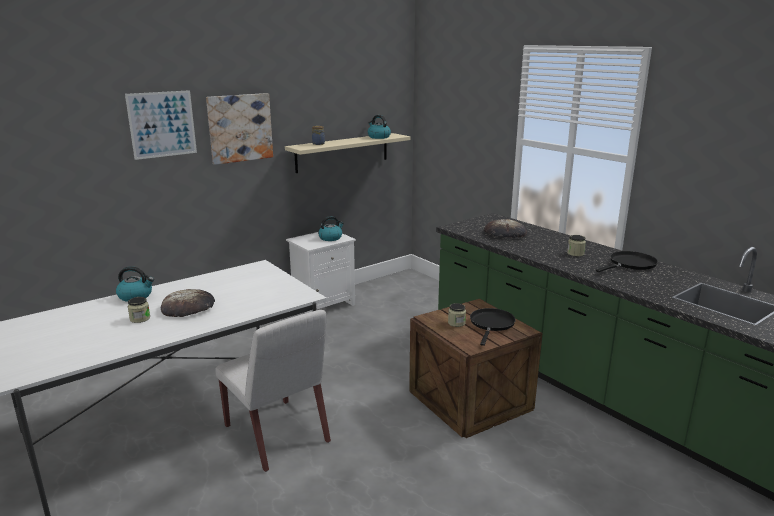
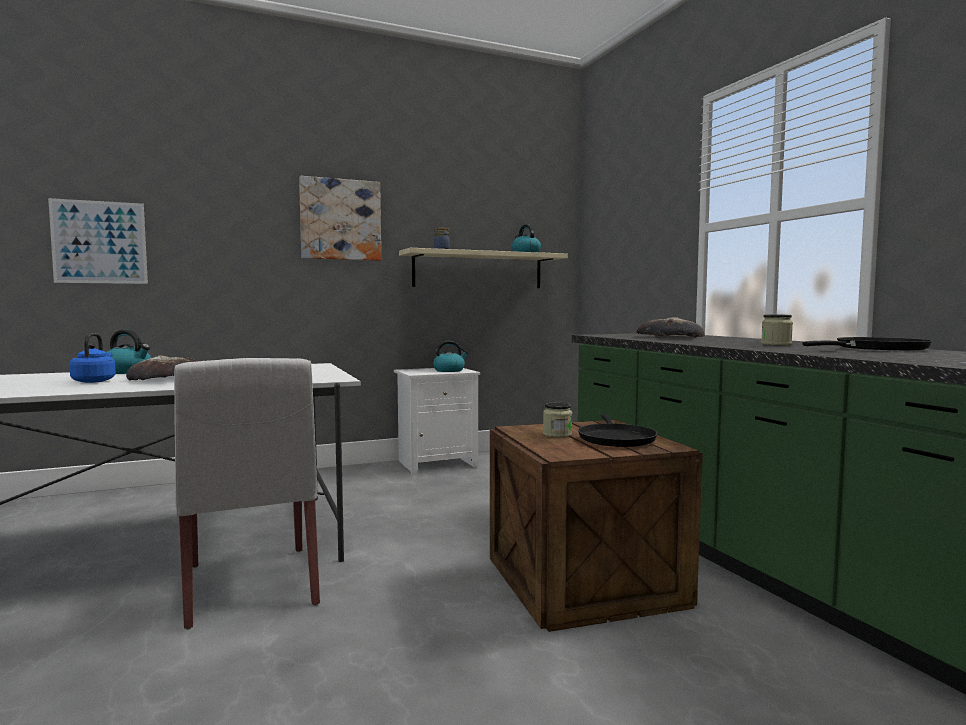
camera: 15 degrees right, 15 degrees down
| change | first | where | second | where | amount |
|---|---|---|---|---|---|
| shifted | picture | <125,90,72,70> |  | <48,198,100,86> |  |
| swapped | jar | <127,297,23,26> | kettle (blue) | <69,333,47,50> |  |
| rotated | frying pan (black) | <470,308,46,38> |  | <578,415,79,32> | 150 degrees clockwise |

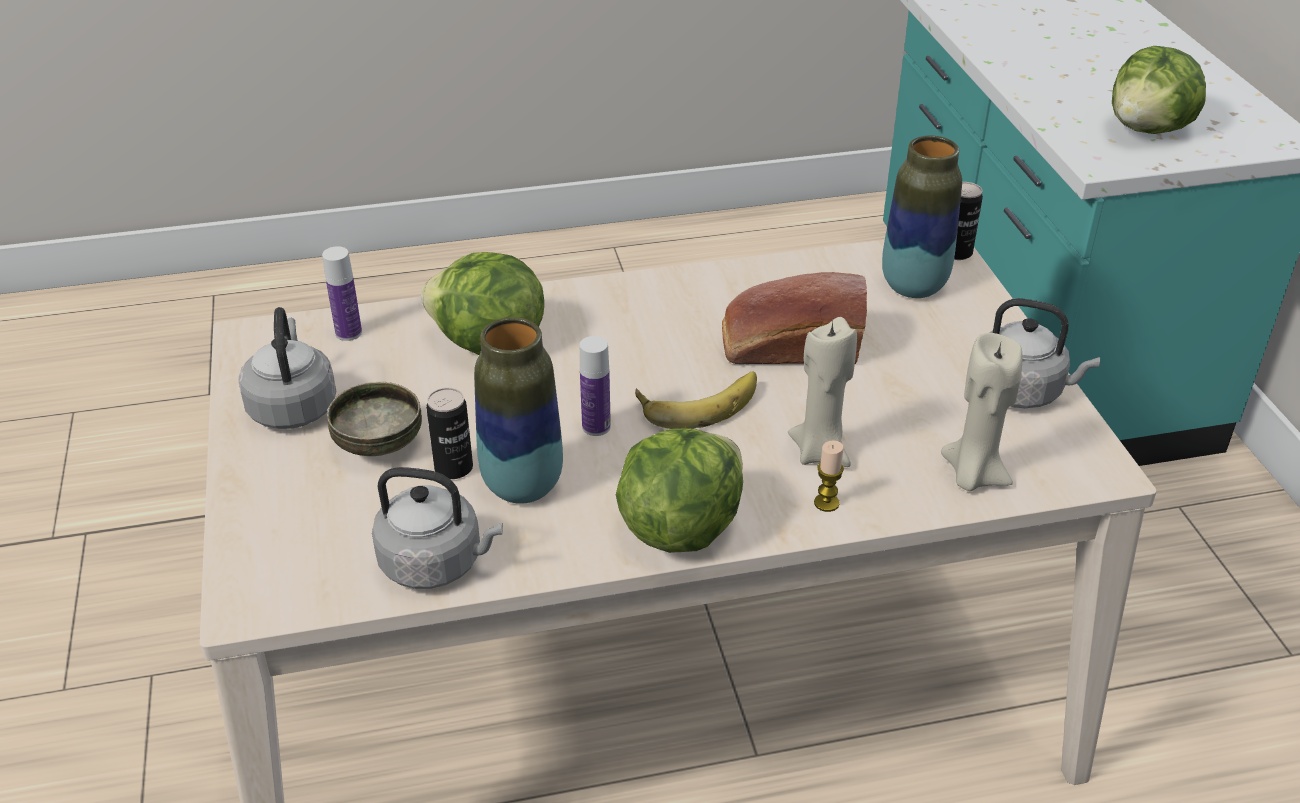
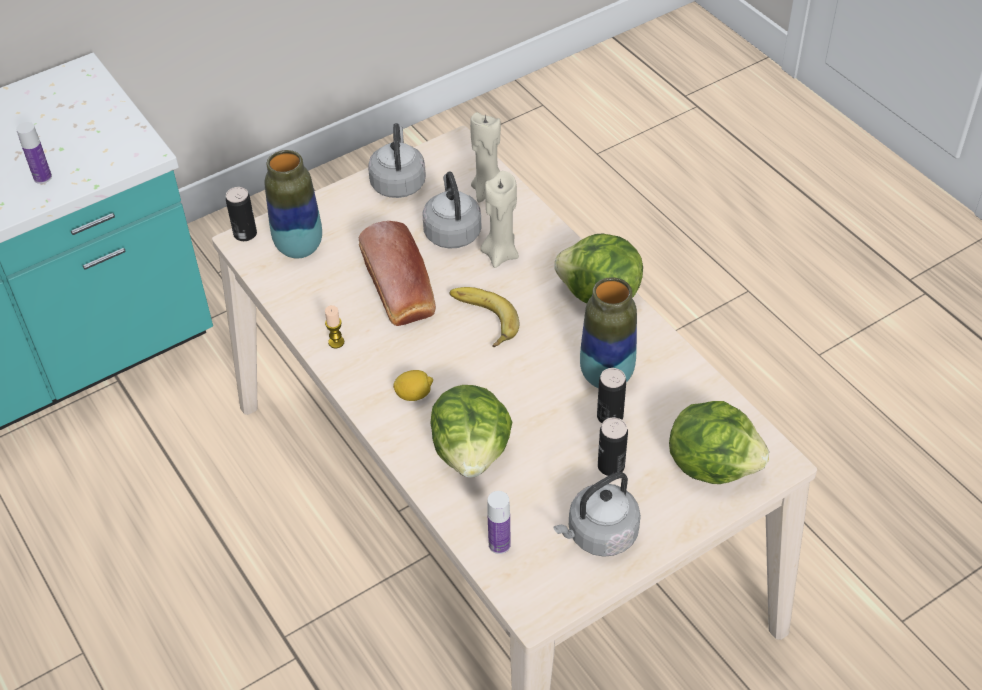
camera: 110 degrees left, 10 degrees up
| change | first | where | second | where | amount |
|---|---|---|---|---|---|
| shifted | lettuce | <1112,46,94,88> |  | <669,401,100,83> |  |
| shifted | bottle | <580,336,31,100> |  | <16,122,36,62> |  |
| swapped | bowl | <327,382,95,74> | can | <598,418,30,58> |  |
| shifted | candle | <814,440,30,72> |  | <325,305,19,43> |  |
| shifted | kettle (grey) | <372,467,131,122> |  | <422,172,60,77> |  |
| new |  |  | lemon | <393,370,40,31> |  |

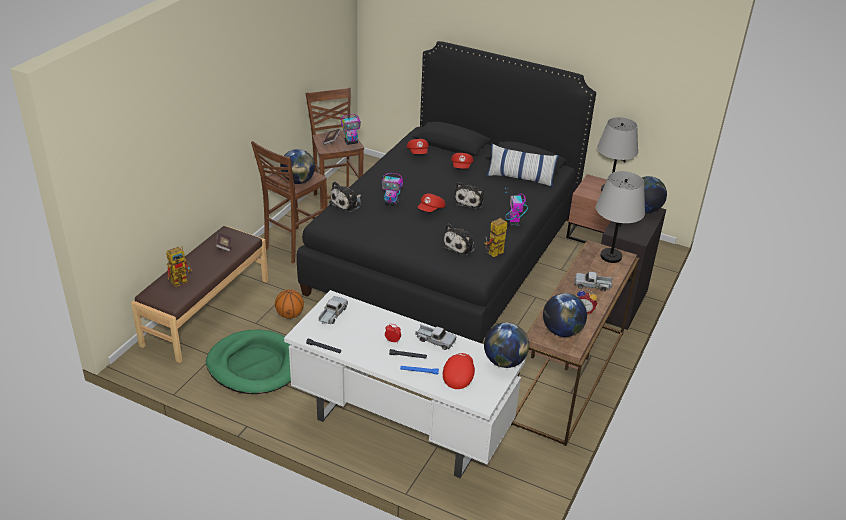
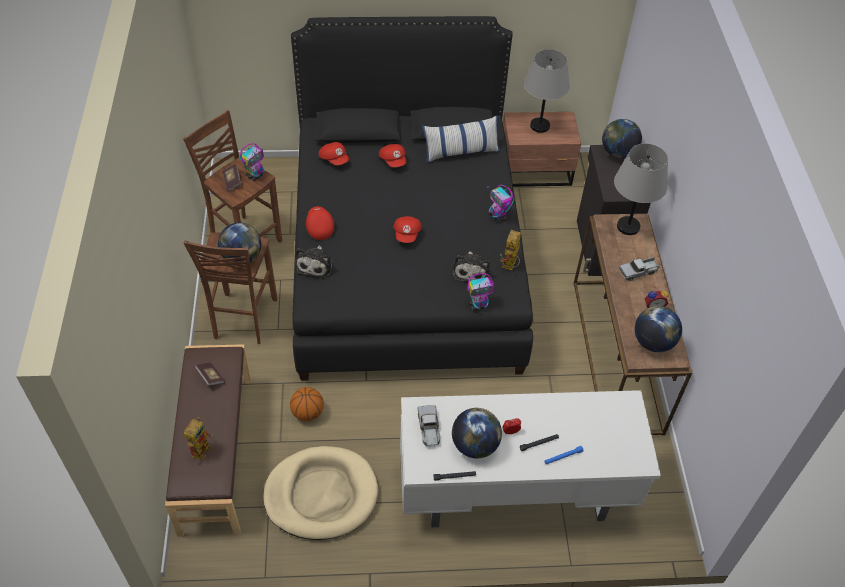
camera: 30 degrees left, 15 degrees up
| change | first | where | second | where | amount |
|---|---|---|---|---|---|
| shifted | toy robot | <381,173,22,33> |  | <467,273,27,38> |  |
| gone | plush toy | <454,182,30,27> |  |  |  |
| shifted | globe | <484,322,45,46> |  | <452,408,50,50> |  |
| gone | toy truck | <415,324,41,26> |  |  |  |
| repainted | dog bed (green) | <206,329,85,65> | dog bed (beige) | <263,446,115,94> |  |
| shifted | cap (red) | <443,353,32,36> |  | <306,206,28,34> |  |

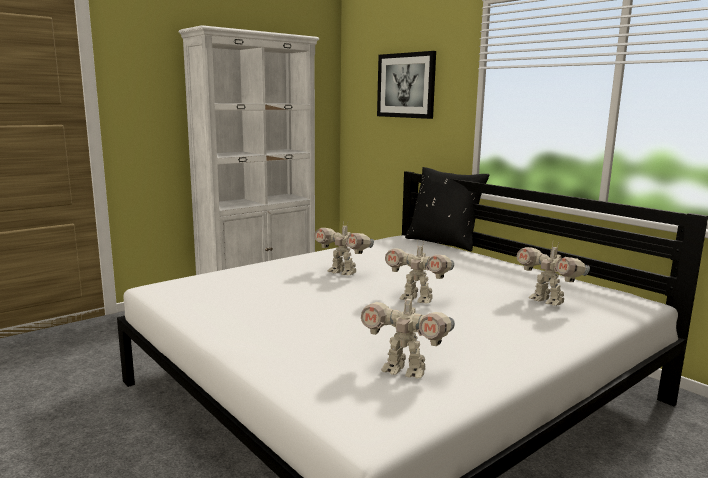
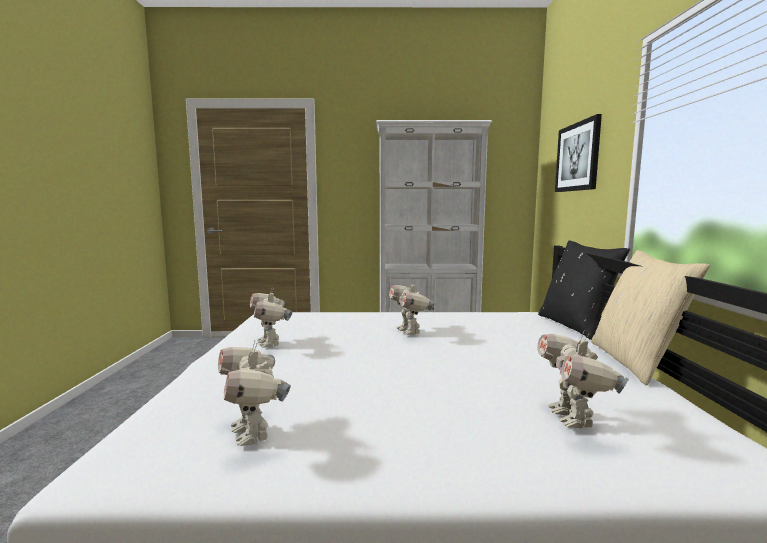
camera: 40 degrees right, 5 degrees down
| change | first | where | second | where | amount |
|---|---|---|---|---|---|
| shifted | toy robot | <385,242,69,62> |  | <250,289,42,58> |  |
| new |  |  | pillow (beige) | <591,250,119,135> |  |

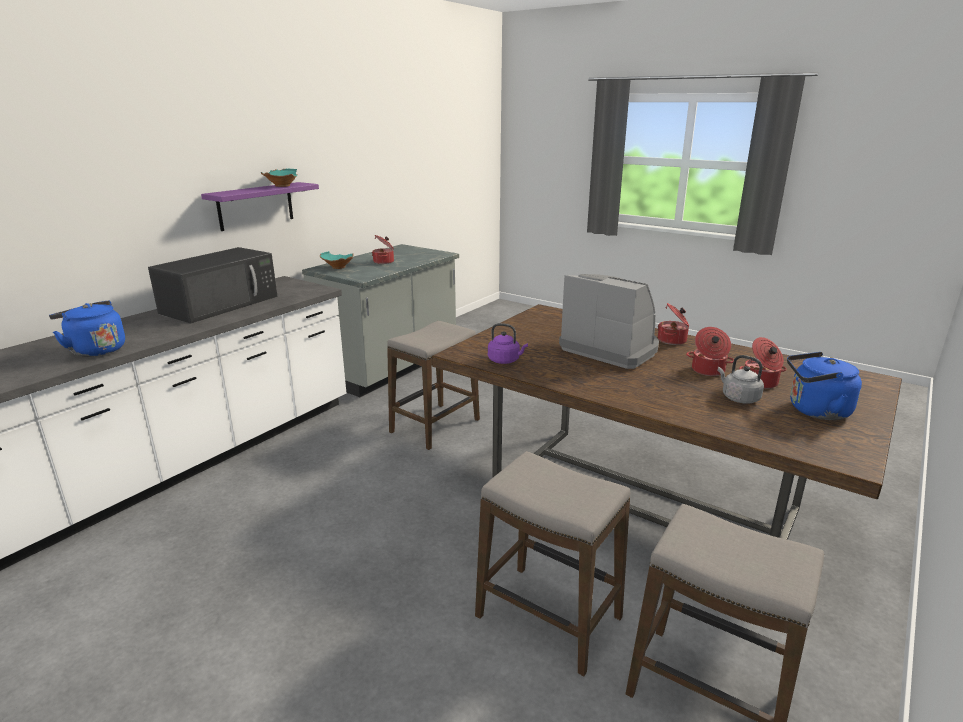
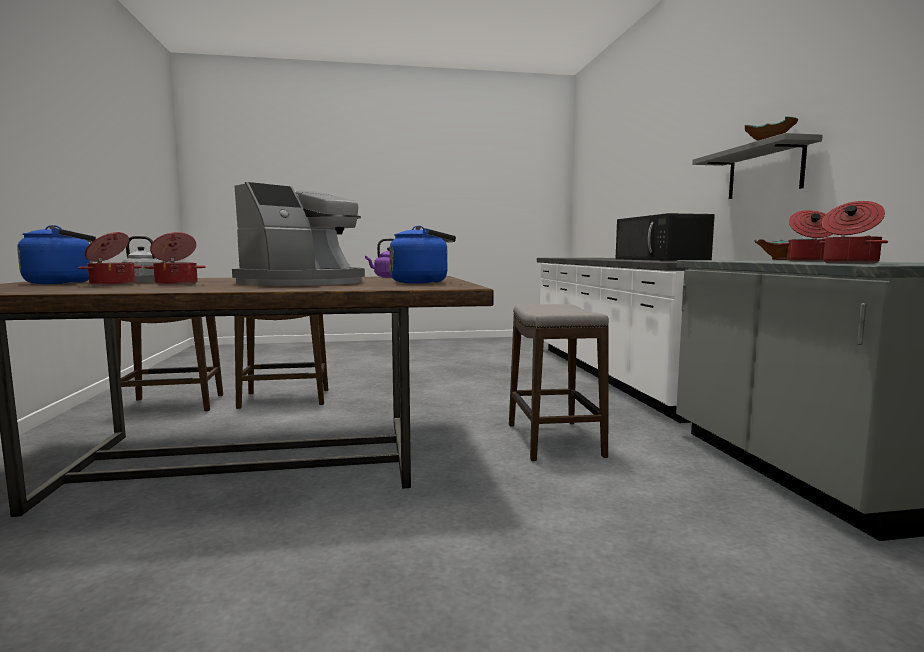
camera: 135 degrees right, 15 degrees down
| change | first | where | second | where | amount |
|---|---|---|---|---|---|
| repainted | shelf (purple) | <201,182,118,49> | shelf (grey) | <692,133,131,66> |  |
| rotated | coffee machine | <559,274,100,95> |  | <232,182,133,104> | 45 degrees counterclockwise |
| shifted | kettle (blue) | <49,301,76,56> |  | <389,226,67,58> |  |
| shifted | cooking pot | <657,303,32,42> |  | <820,201,68,63> |  |

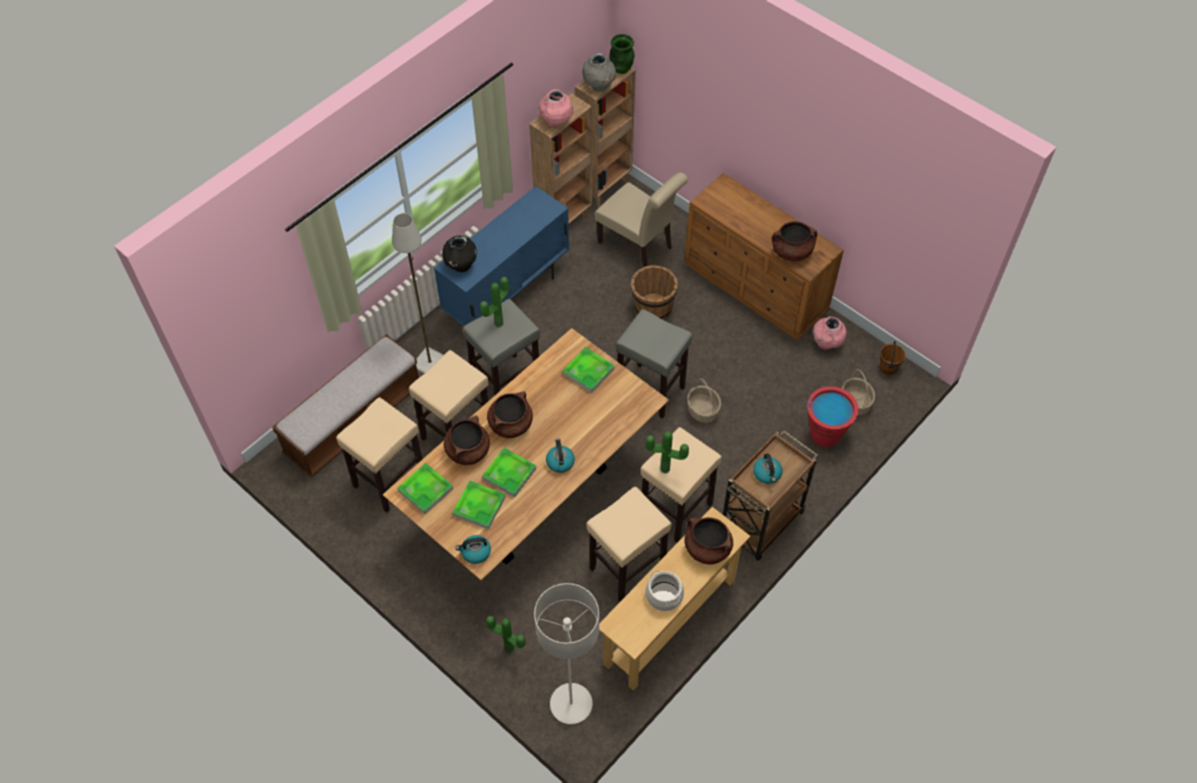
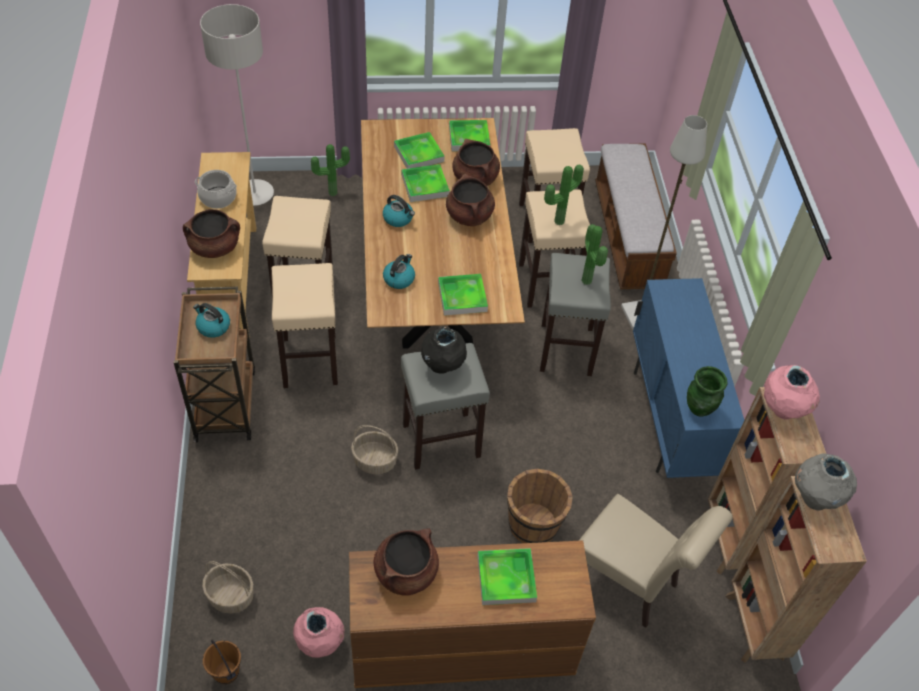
camera: 130 degrees right, 5 degrees down
| change | first | where | second | where | amount |
|---|---|---|---|---|---|
| shifted | vase (green) | <609,34,25,40> |  | <687,366,40,51> |  |
| rotated | chair (beige) | <594,172,94,95> |  | <579,494,154,134> | 135 degrees counterclockwise |
| shifted | vase (black) | <442,236,35,36> |  | <421,327,46,47> |  |
| gone | bucket (red) | <807,386,52,61> |  |  |  |
| shifted | potted plant | <645,431,44,43> |  | <544,164,40,61> |  |
| shifted | kettle | <455,535,36,29> |  | <383,254,32,35> |  |
| new |  |  | tray | <477,548,60,57> |  |

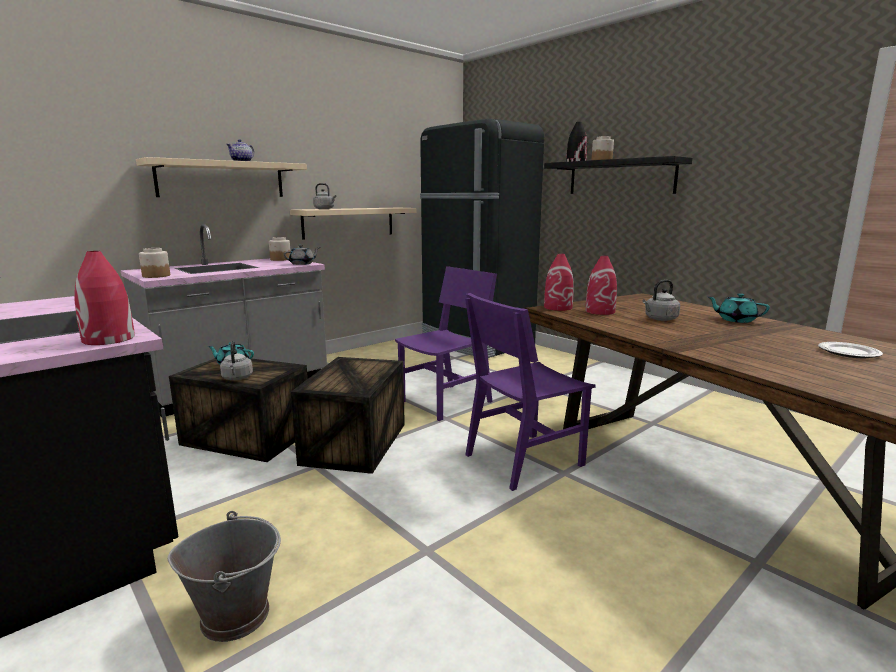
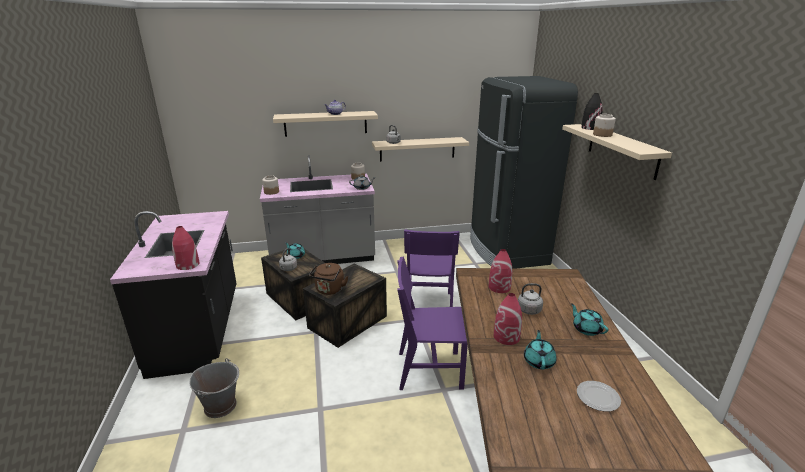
camera: 30 degrees right, 10 degrees up
| change | first | where | second | where | amount |
|---|---|---|---|---|---|
| repainted | shelf (black) | <544,156,148,38> | shelf (beige) | <562,124,110,56> |  |
| shifted | vase (red) | <544,254,30,57> |  | <494,293,28,52> |  |
| rotated | chair (purple) | <395,266,102,155> |  | <404,230,56,77> | 105 degrees clockwise |
| new |  |  | kettle (brown) | <309,263,39,32> |  |
| new |  |  | teapot (turquoise) | <524,330,33,40> |  |

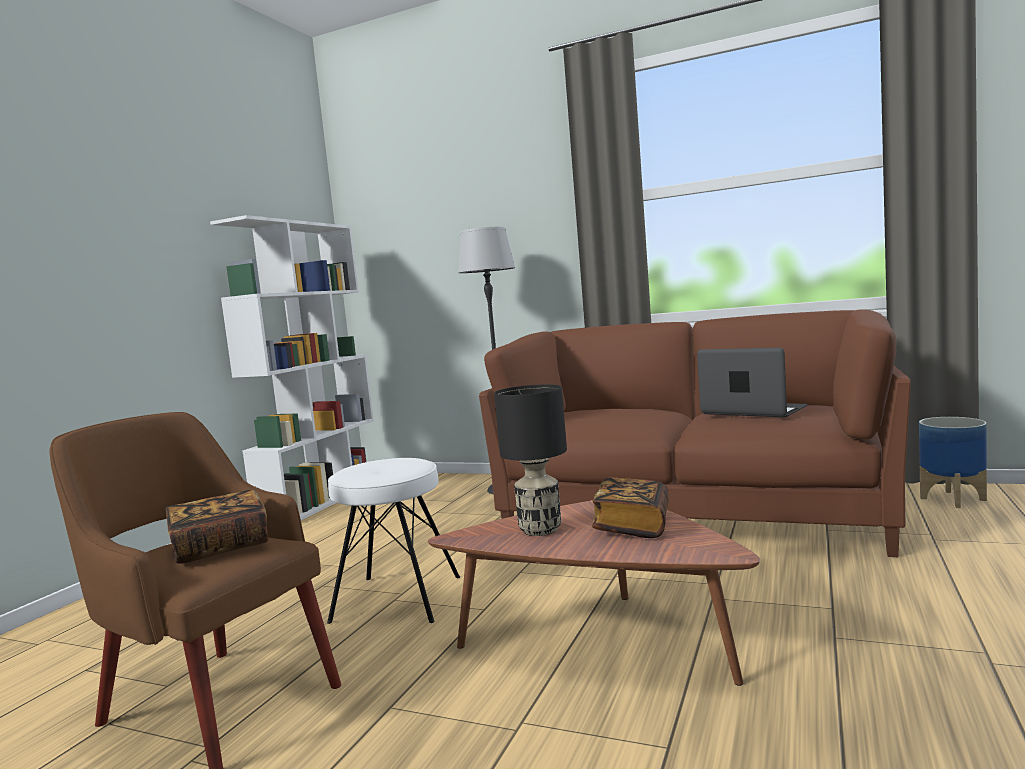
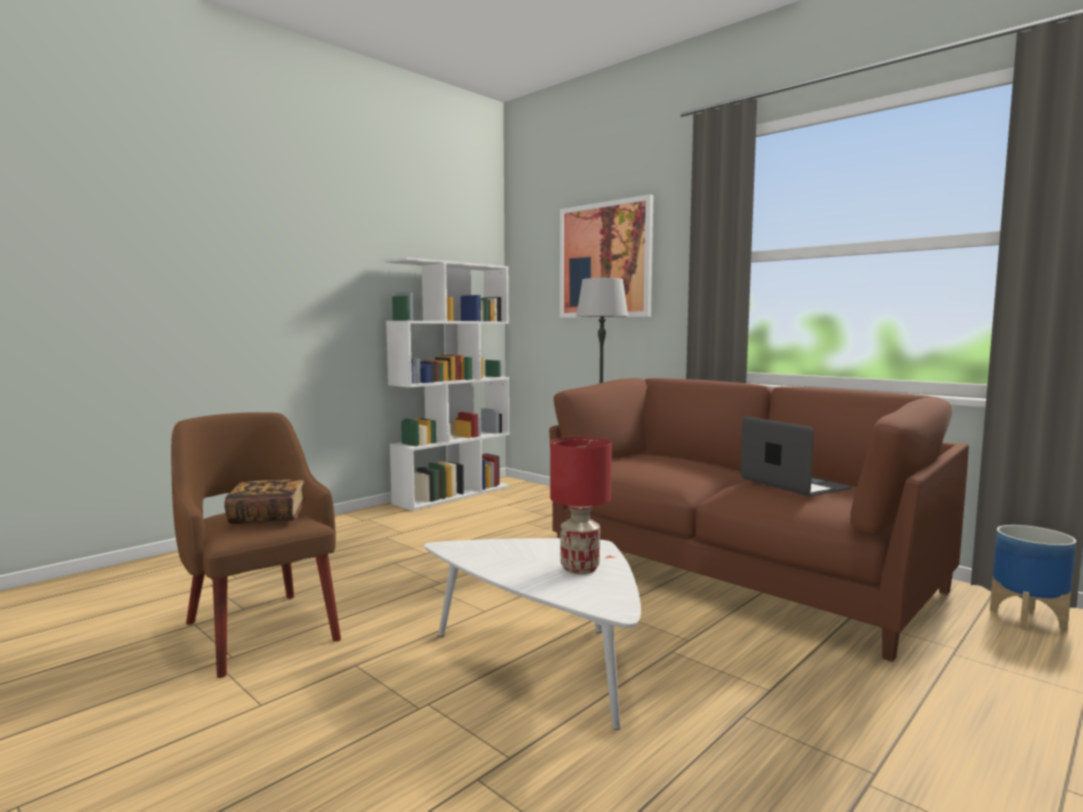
camera: 20 degrees right, 0 degrees up
| change | first | where | second | where | amount |
|---|---|---|---|---|---|
| gone | table lamp (black) | <494,384,73,152> |  |  |  |
| gone | stool (white) | <327,458,133,166> |  |  |  |
| swapped | book | <592,478,77,60> | table lamp (red) | <550,437,62,137> |  |
| repainted | coffee table (brown) | <428,500,332,186> | coffee table (white) | <424,538,217,192> |  |
| new |  |  | picture | <560,194,93,124> |  |

